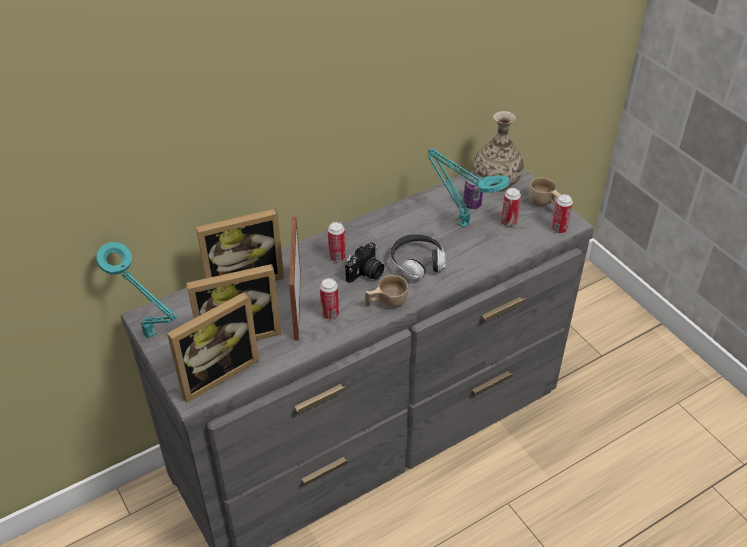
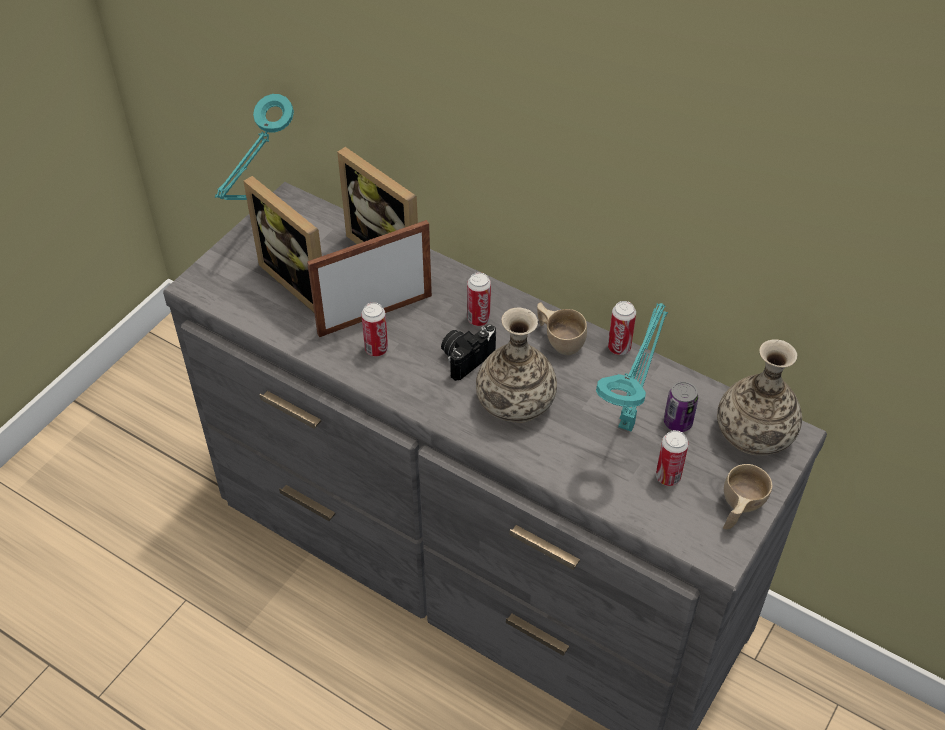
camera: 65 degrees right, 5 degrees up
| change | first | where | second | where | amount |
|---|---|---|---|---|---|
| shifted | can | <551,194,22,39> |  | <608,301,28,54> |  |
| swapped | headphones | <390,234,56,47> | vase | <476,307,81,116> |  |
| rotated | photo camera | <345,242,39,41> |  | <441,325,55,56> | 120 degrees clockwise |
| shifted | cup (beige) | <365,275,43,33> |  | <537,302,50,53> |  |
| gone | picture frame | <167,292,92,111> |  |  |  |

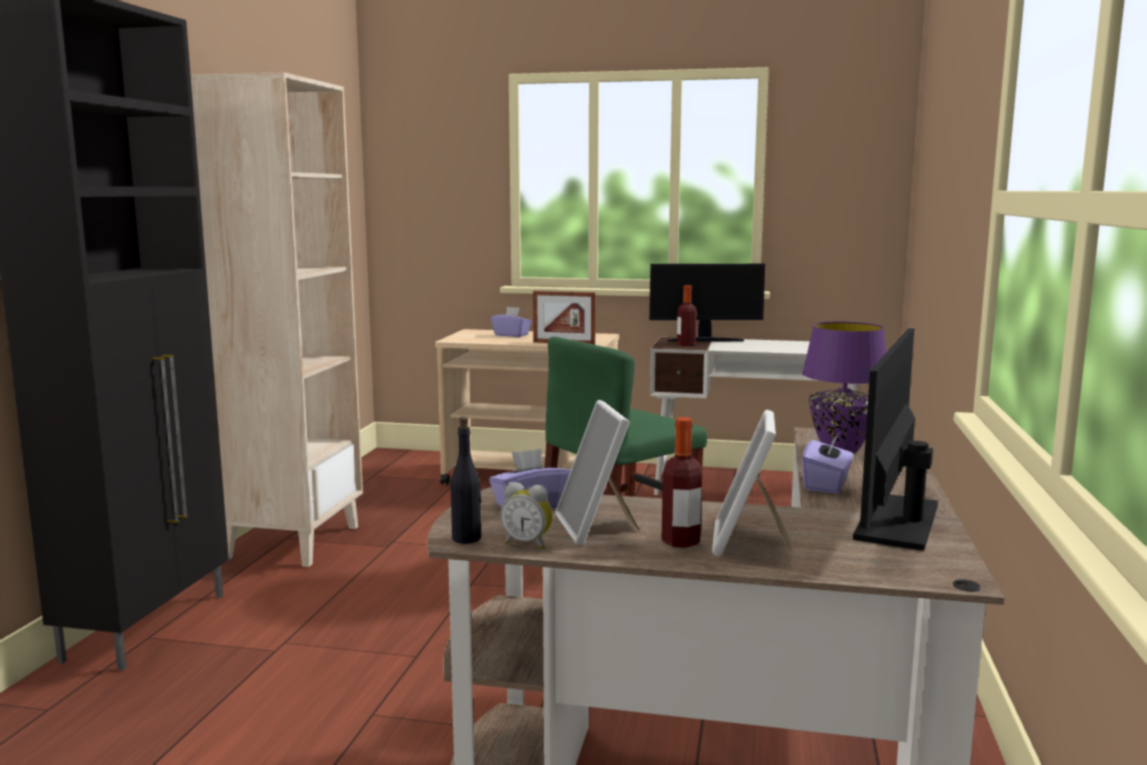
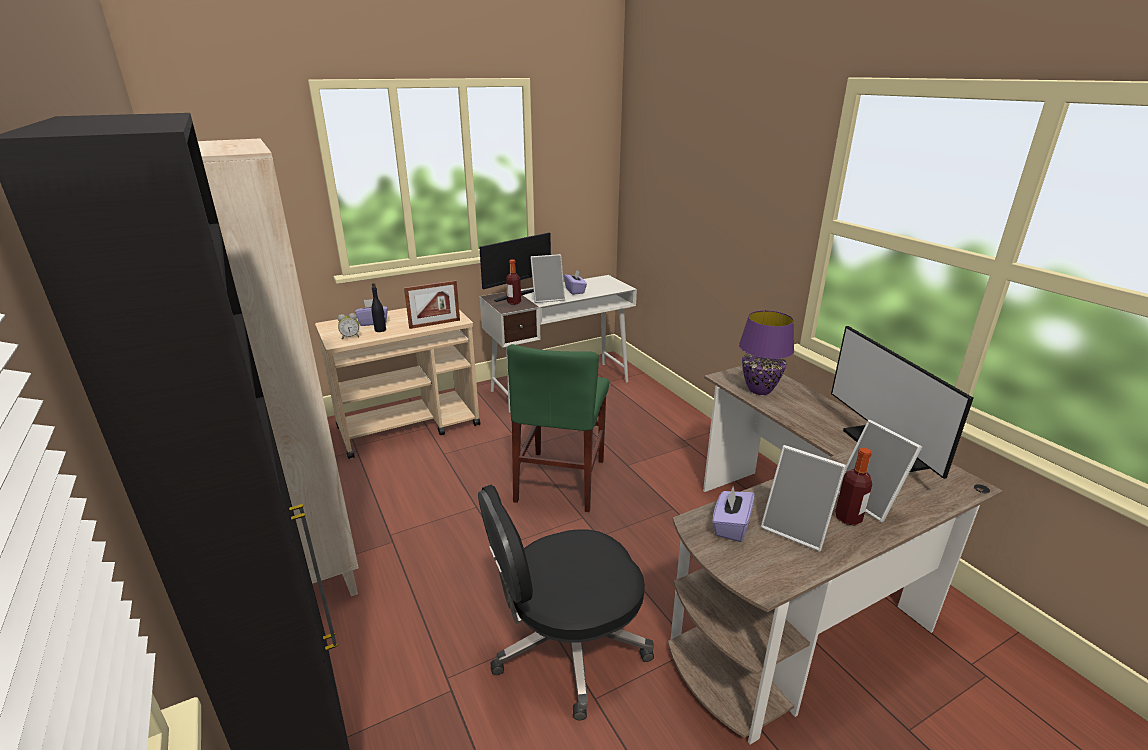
camera: 40 degrees left, 15 degrees up
| change | first | where | second | where | amount |
|---|---|---|---|---|---|
| shifted | bottle (black) | <451,417,31,127> |  | <371,283,15,49> |  |
| shifted | tissue box (purple) | <802,432,51,62> |  | <564,270,23,25> |  |
| shifted | alarm clock | <500,482,52,67> |  | <338,313,22,26> |  |
| new |  |  | picture frame | <530,254,35,49> |  |
| new |  |  | office chair (black) | <478,485,176,235> |  |

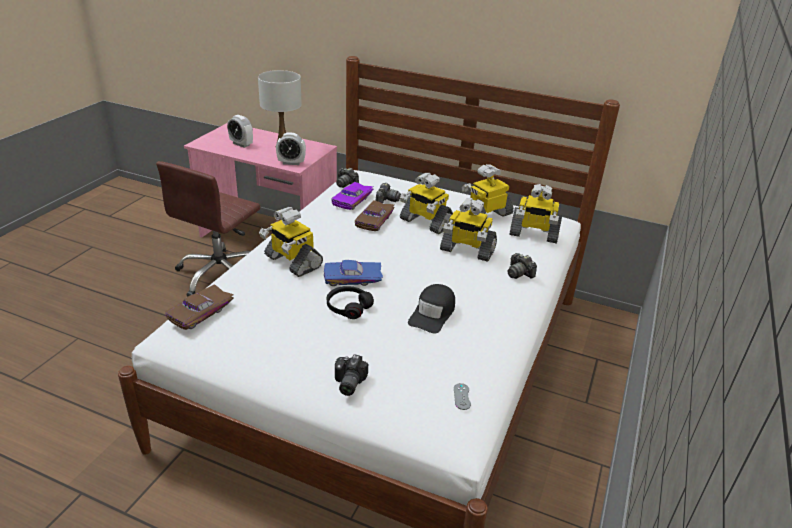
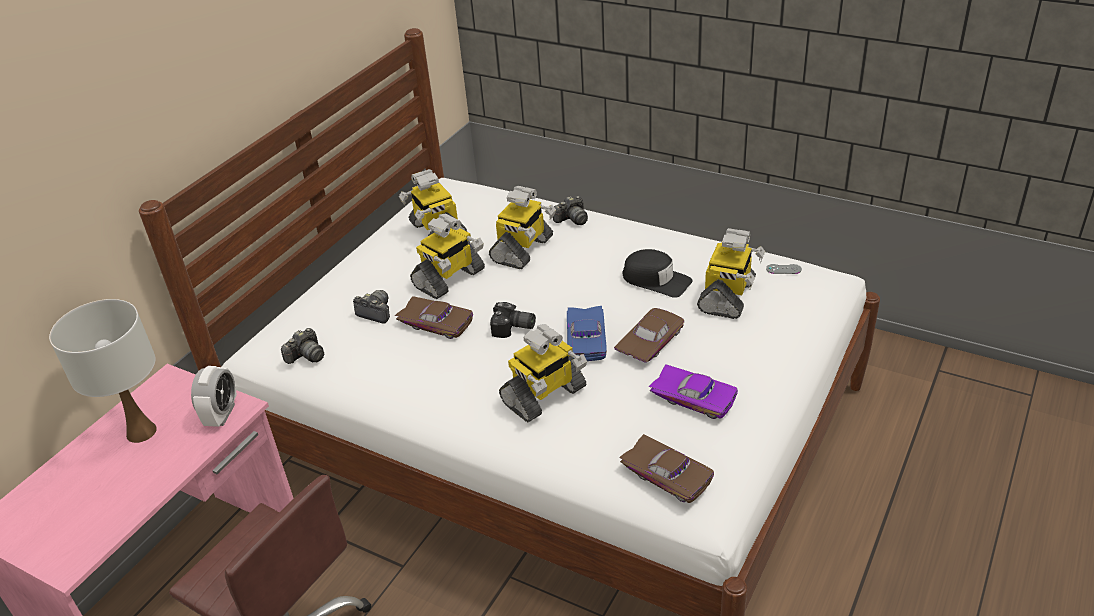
camera: 80 degrees left, 5 degrees up
| change | first | where | second | where | amount |
|---|---|---|---|---|---|
| gone | alarm clock | <227,115,26,33> |  |  |  |
| shifted | toy car (purple) | <331,182,42,28> |  | <649,365,89,54> |  |
| shifted | toy robot | <509,184,53,60> |  | <697,228,68,91> |  |
| swapped | headphones (black) | <327,286,47,33> | toy car (brown) | <614,308,70,55> |  |
| shifted | photo camera | <335,354,33,42> |  | <490,302,46,36> |  |

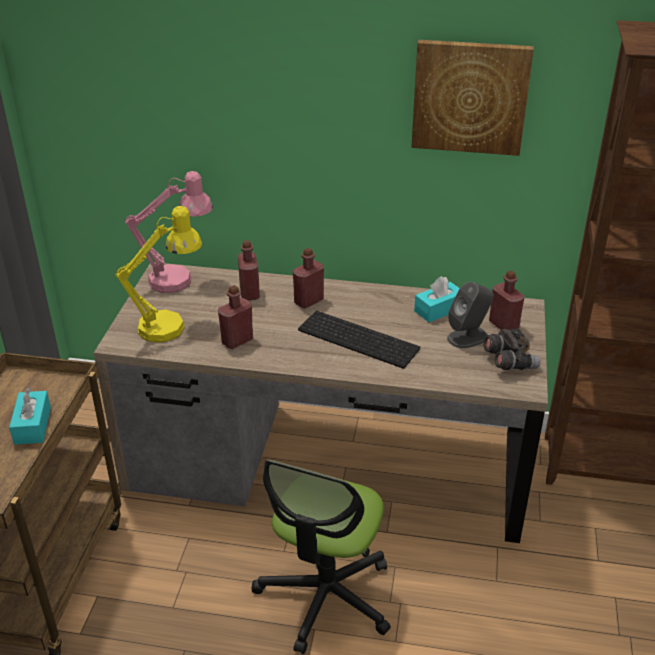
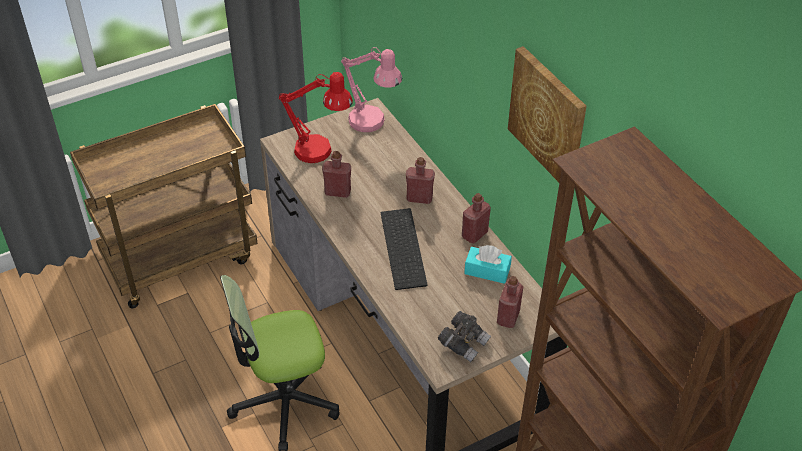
camera: 50 degrees right, 10 degrees up
| change | first | where | second | where | amount |
|---|---|---|---|---|---|
| repainted | table lamp (yellow) | <115,206,87,137> | table lamp (red) | <279,72,74,91> |  |
| shifted | bottle (red) | <238,240,22,60> |  | <462,193,29,50> |  |
| gone | speaker (grey) | <447,282,47,66> |  |  |  |
| gone | tissue box (turquoise) | <9,387,42,58> |  |  |  |

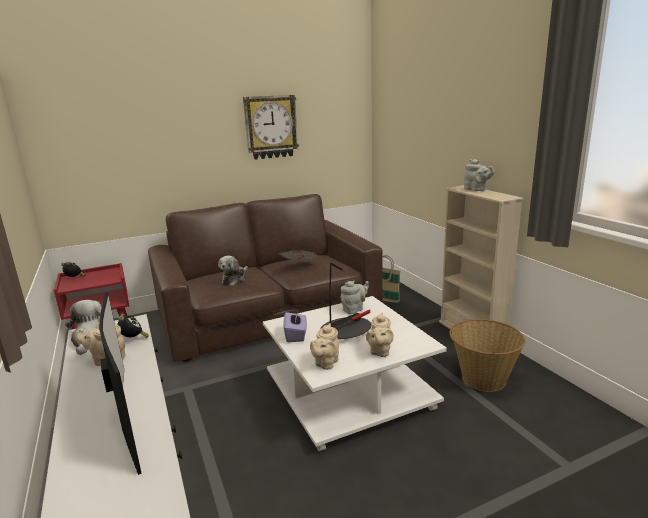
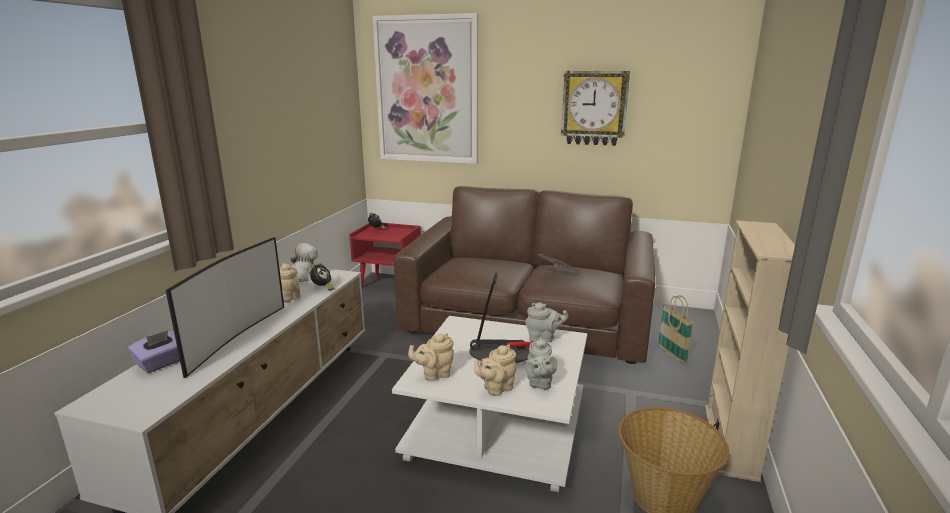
camera: 40 degrees right, 0 degrees up
| change | first | where | second | where | amount |
|---|---|---|---|---|---|
| shifted | teapot (grey) | <464,159,31,32> |  | <525,337,33,53> |  |
| gone | plush toy | <218,256,30,30> |  |  |  |
| shifted | tissue box (purple) | <283,312,24,30> |  | <128,330,52,43> |  |
| new |  |  | picture | <372,13,106,151> |  |

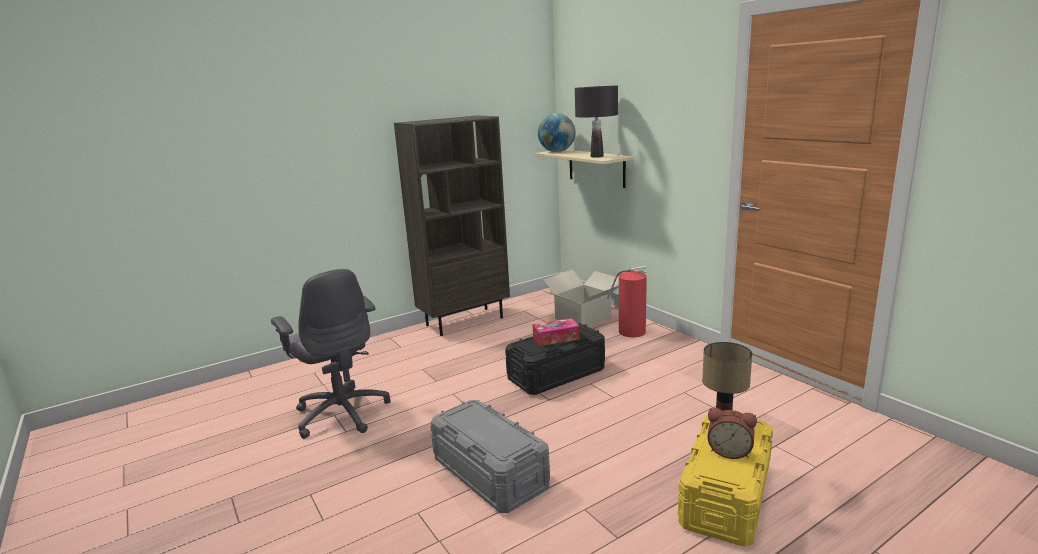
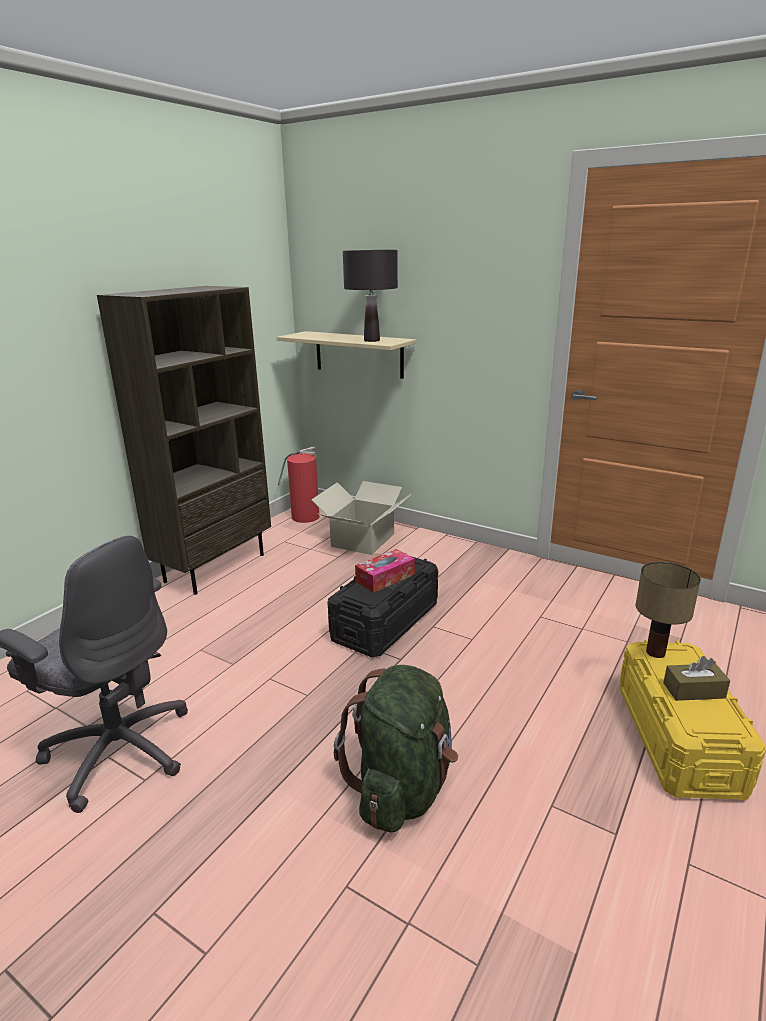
camera: 25 degrees left, 5 degrees up
| change | first | where | second | where | amount |
|---|---|---|---|---|---|
| gone | globe | <538,113,38,39> |  |  |  |
| shifted | fire extinguisher | <607,266,40,71> |  | <278,447,42,76> |  |
| swapped | storage box (grey) | <430,400,120,113> | backpack (green) | <334,665,124,168> |  |
| swapped | alarm clock | <708,408,49,51> | tissue box (brown) | <663,656,67,45> |  |

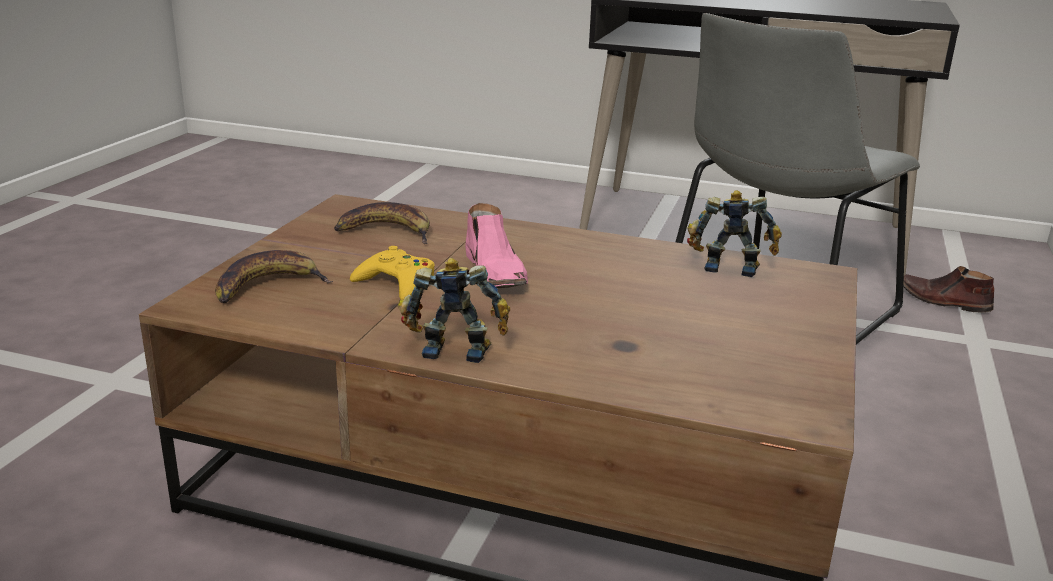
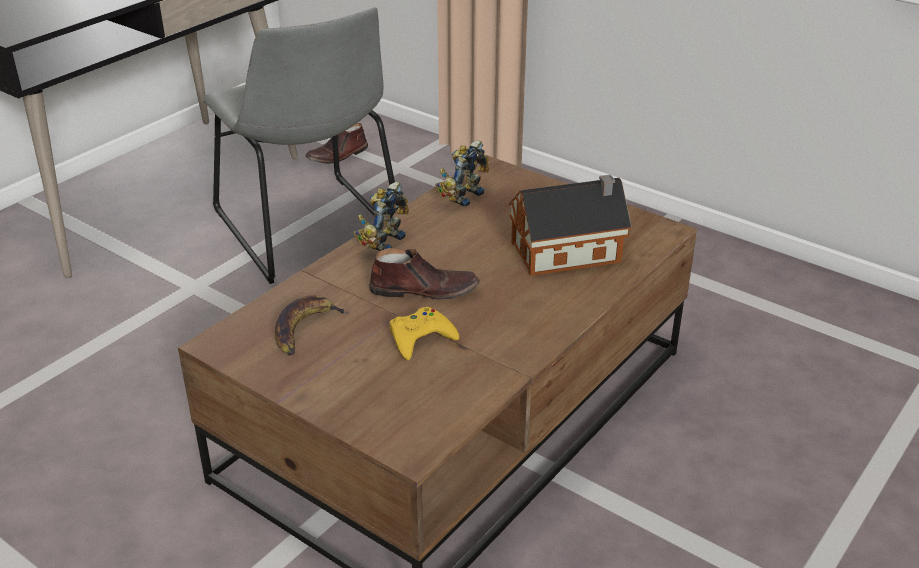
camera: 70 degrees left, 10 degrees up
| change | first | where | second | where | amount |
|---|---|---|---|---|---|
| repainted | shoe (pink) | <465,203,63,85> | shoe (brown) | <369,248,111,52> |  |
| gone | banana | <215,250,118,53> |  |  |  |
| shifted | toy robot | <398,258,112,105> |  | <354,182,55,69> |  |
| new |  |  | toy house | <509,175,123,101> |  |

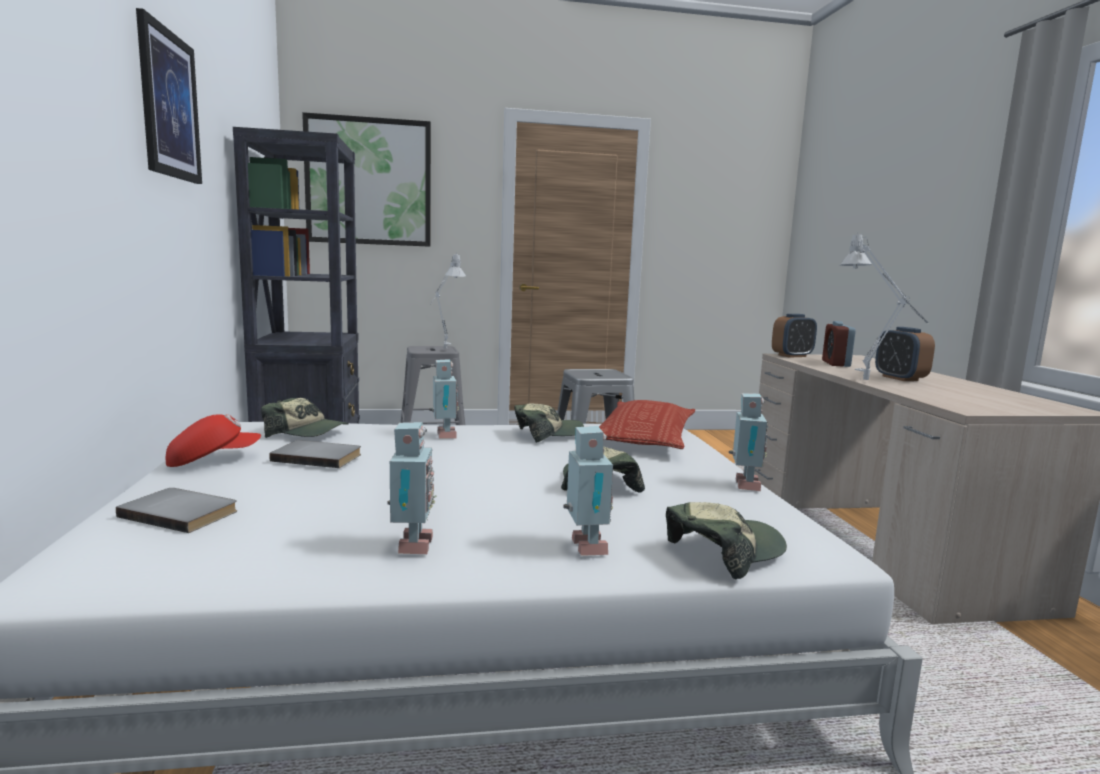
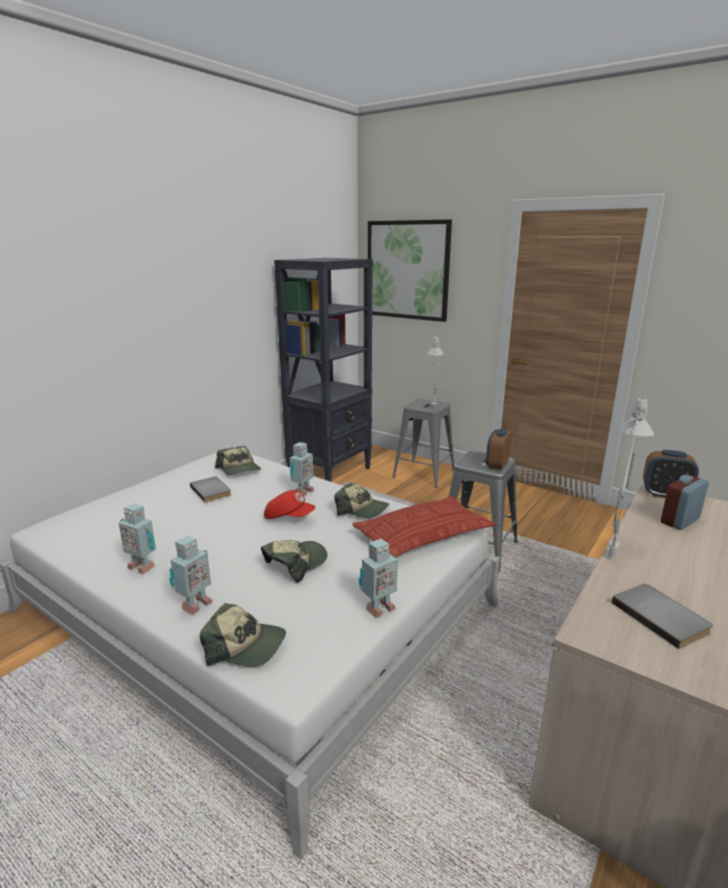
camera: 45 degrees right, 10 degrees up
| change | first | where | second | where | amount |
|---|---|---|---|---|---|
| gone | picture | <136,8,66,176> |  |  |  |
| shifted | alarm clock | <875,327,60,54> |  | <486,429,26,41> |  |
| shifted | cap (red) | <166,414,95,53> |  | <264,490,51,29> |  |
| rotated | toy robot | <387,422,50,132> |  | <119,503,37,71> | 75 degrees clockwise |
| shifted | book (grey) | <116,488,121,45> |  | <612,584,101,65> |  |

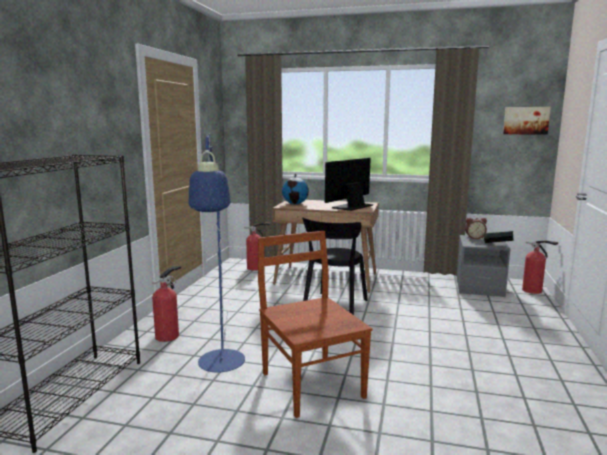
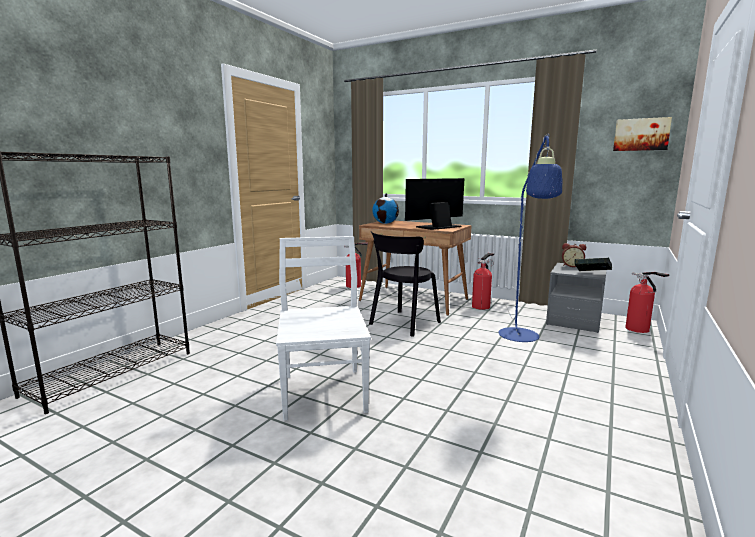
camera: 15 degrees right, 0 degrees up
| change | first | where | second | where | amount |
|---|---|---|---|---|---|
| shifted | floor lamp (blue) | <188,133,57,239> |  | <498,134,65,208> |  |
| repainted | chair (brown) | <258,231,114,187> | chair (white) | <276,236,95,185> |  |
| shifted | fire extinguisher | <152,265,29,77> |  | <472,253,22,57> |  |

